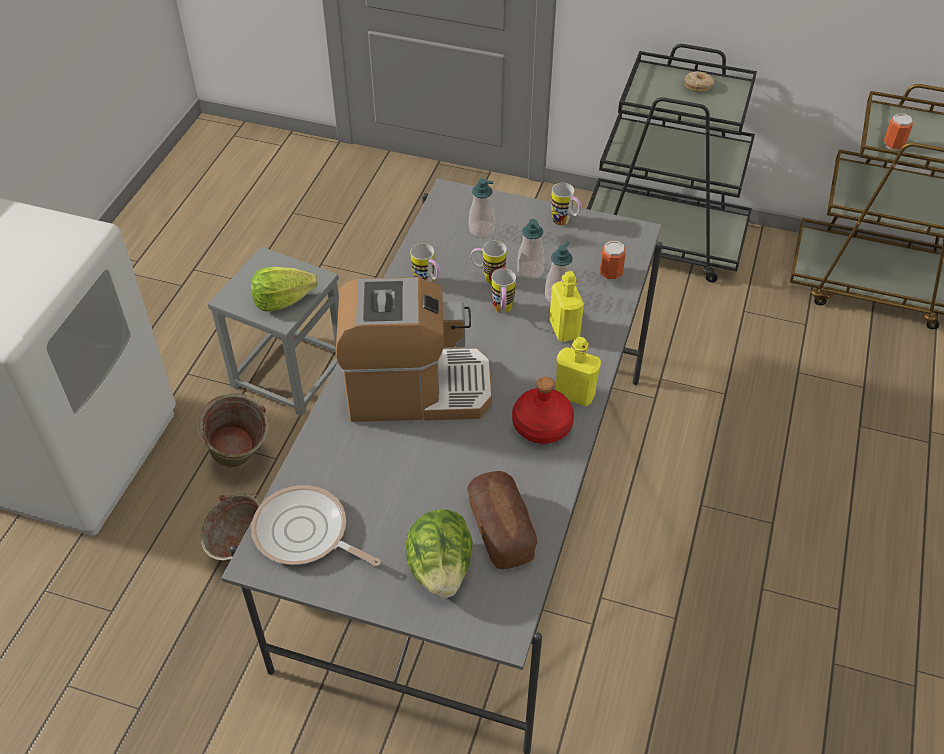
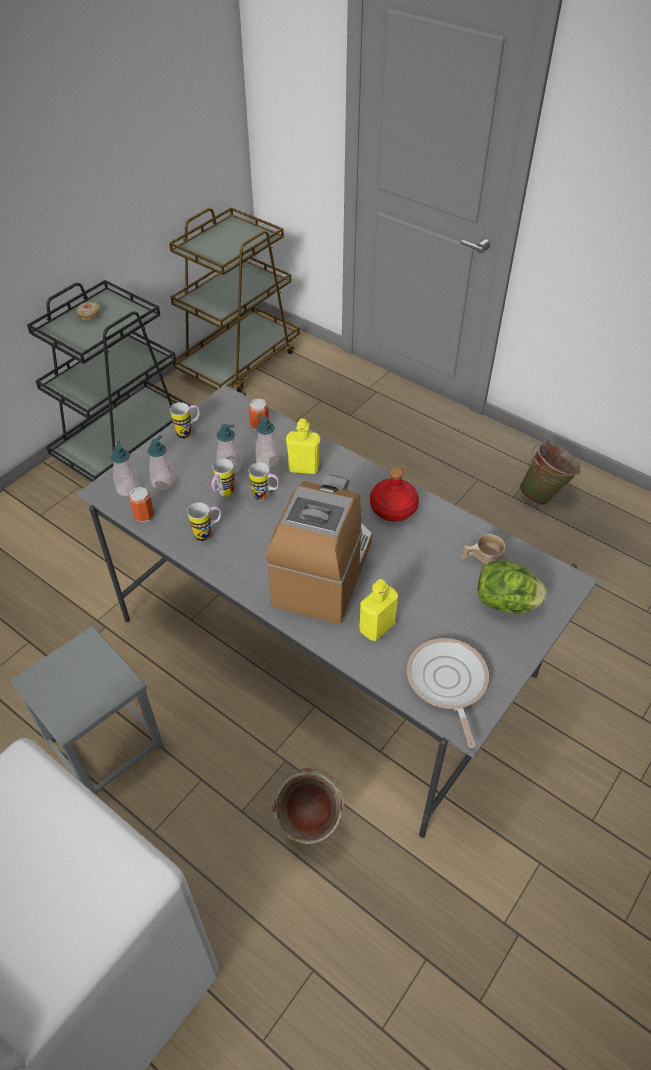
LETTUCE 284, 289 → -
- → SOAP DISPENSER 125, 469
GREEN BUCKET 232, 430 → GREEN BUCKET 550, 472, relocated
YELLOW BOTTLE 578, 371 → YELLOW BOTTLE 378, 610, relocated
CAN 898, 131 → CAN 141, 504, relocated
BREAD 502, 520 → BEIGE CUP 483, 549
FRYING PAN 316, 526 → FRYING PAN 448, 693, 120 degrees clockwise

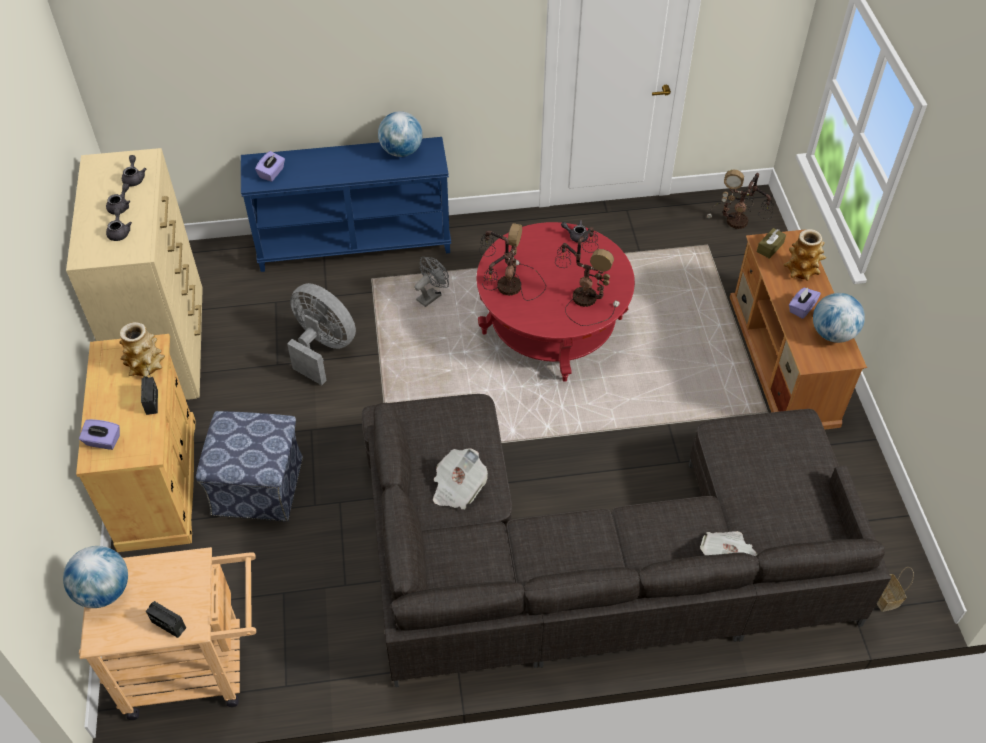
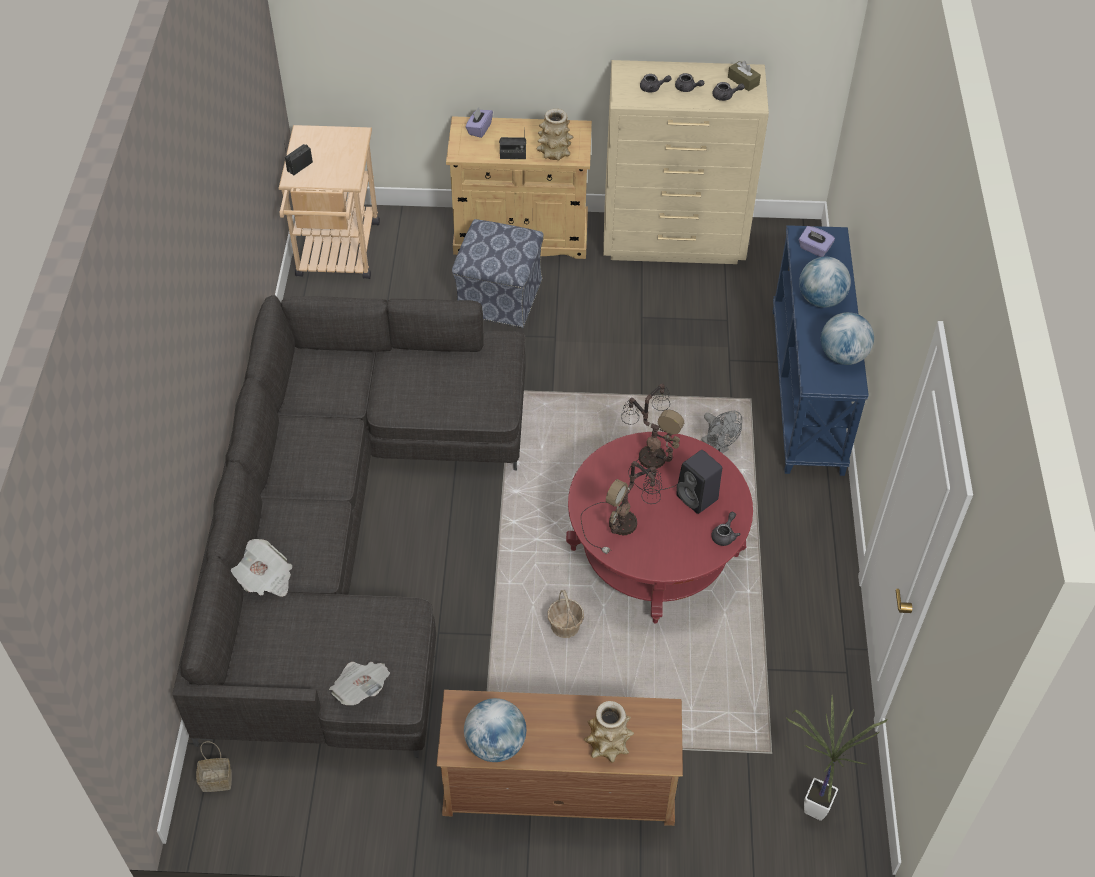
GREY FAN 321, 334 → -
PURPLE TISSUE BOX 805, 303 → -
- → BASKET 566, 614
- → BLACK SPEAKER 699, 482
GLOBE 95, 577 → GLOBE 825, 282, relocated
NEWSPAPER 460, 478 → NEWSPAPER 359, 683, relocated
BROWN TISSUE BOX 771, 243 → BROWN TISSUE BOX 744, 76, relocated
TABLE LAMP 740, 199 → POTTED PLANT 837, 758

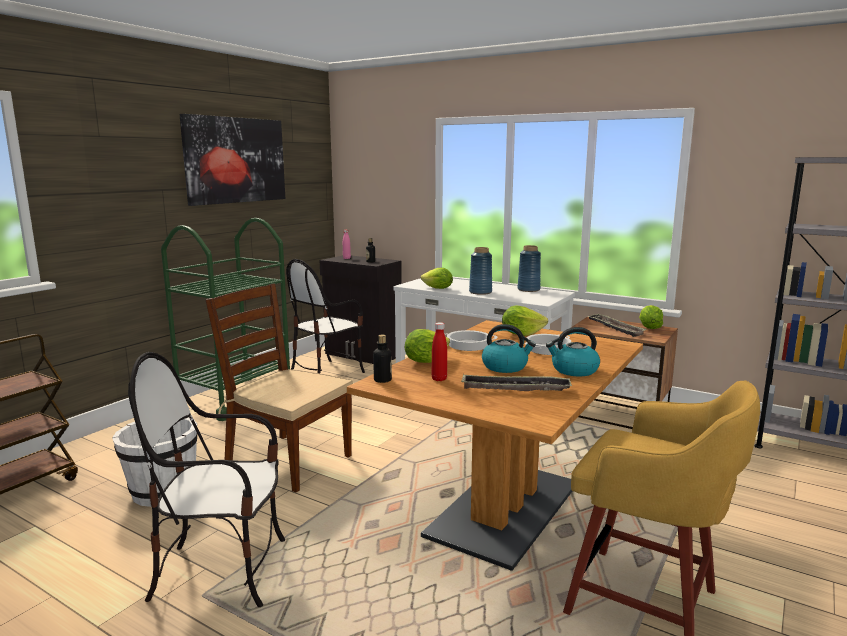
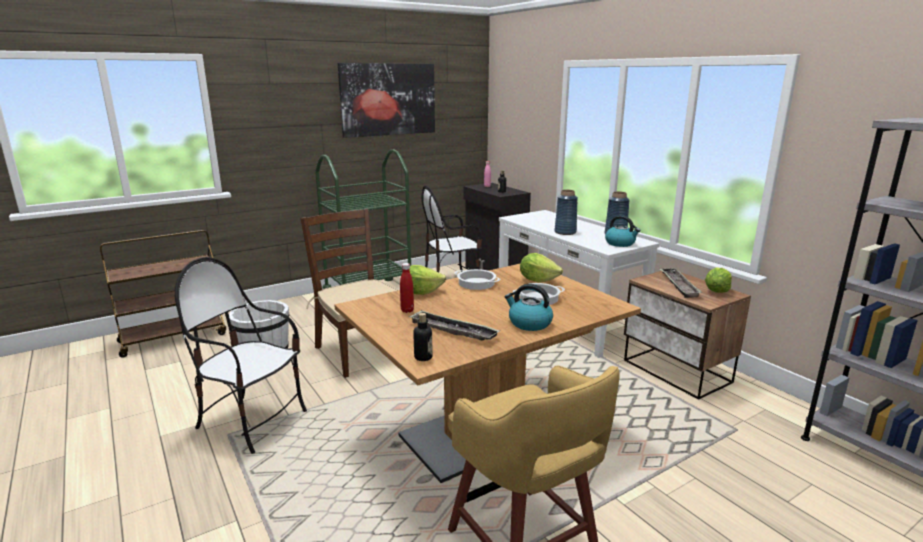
LETTUCE 437, 278 → -
BOTTLE 382, 358 → BOTTLE 423, 337, relocated
KETTLE 509, 348 → KETTLE 622, 231, relocated

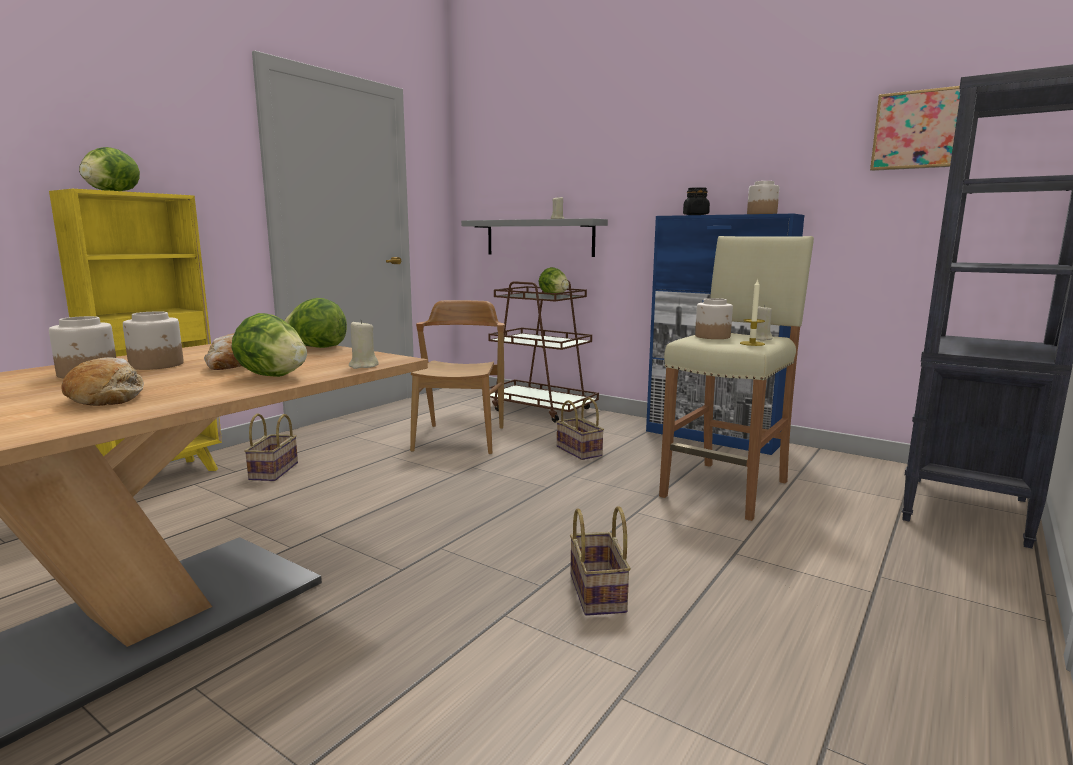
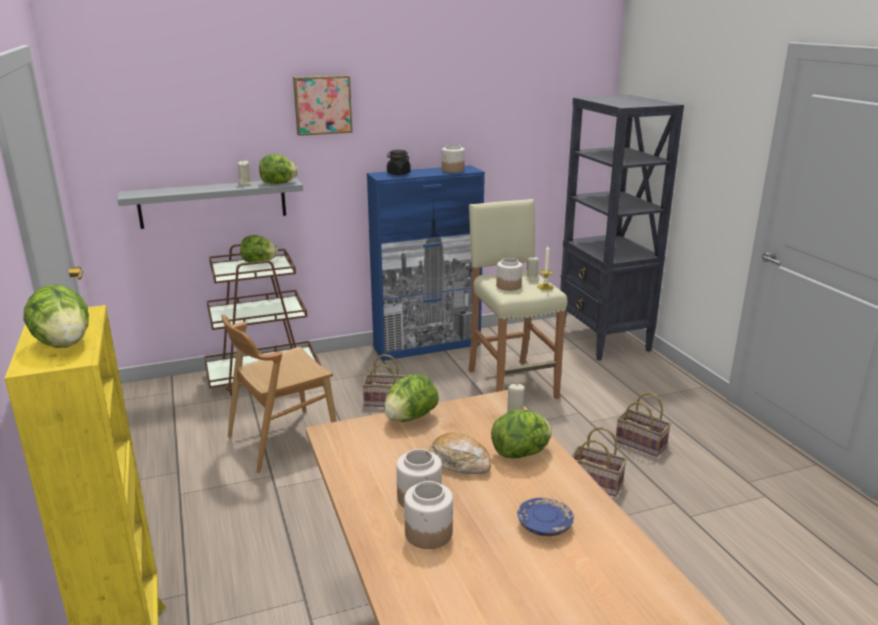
- → LETTUCE 278, 169
BASKET 271, 447 → BASKET 643, 425, relocated
PICTURE 915, 128 → PICTURE 323, 105, relocated
BREAD 102, 381 → BLUE PLATE 545, 517
BROWN CHAIR 457, 377 → BROWN CHAIR 279, 394, 75 degrees counterclockwise

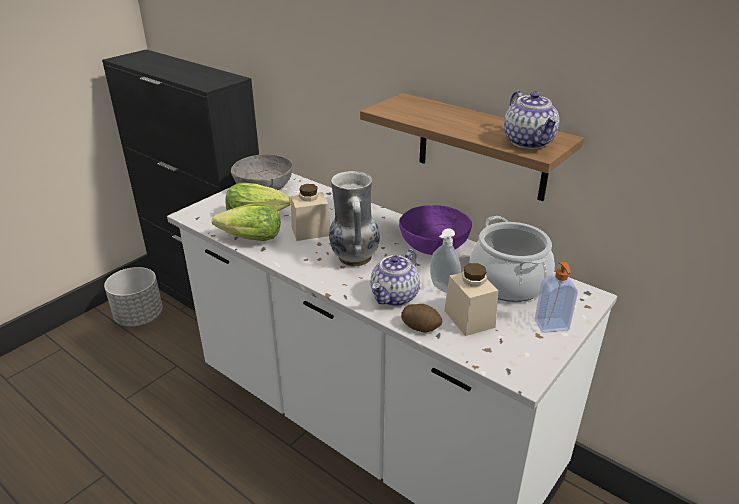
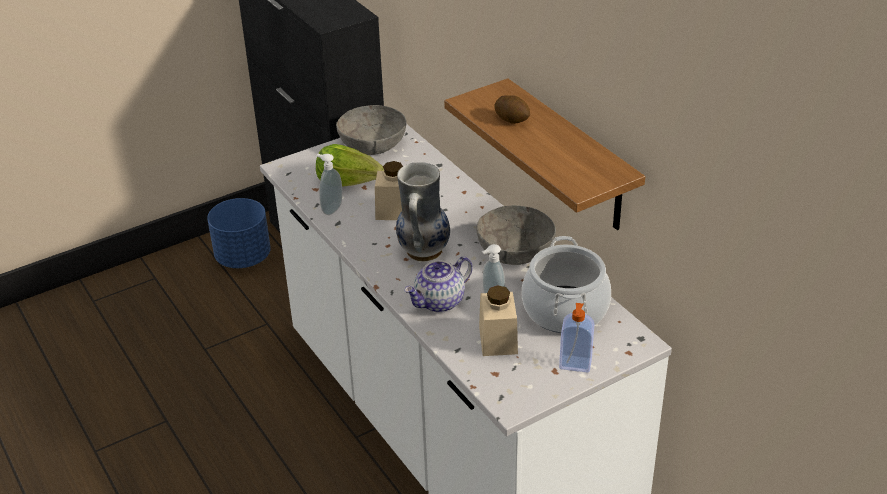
TEAPOT 531, 120 → -
POTATO 421, 318 → POTATO 512, 109, relocated
LETTUCE 246, 222 → SOAP DISPENSER 329, 184
GREY PLANTER 133, 297 → BLUE PLANTER 239, 233
PURPLE BOWL 435, 230 → GREY BOWL 516, 235

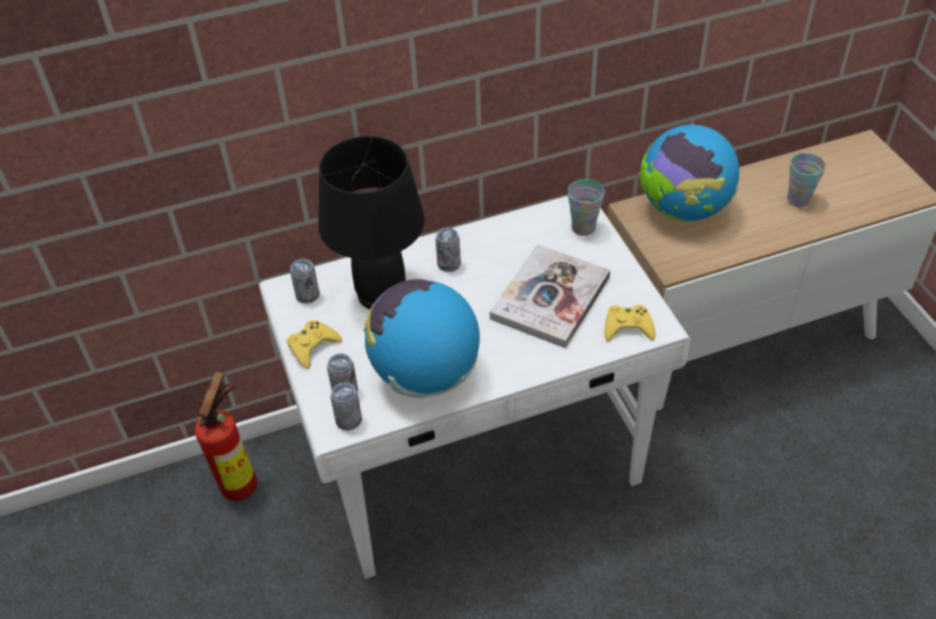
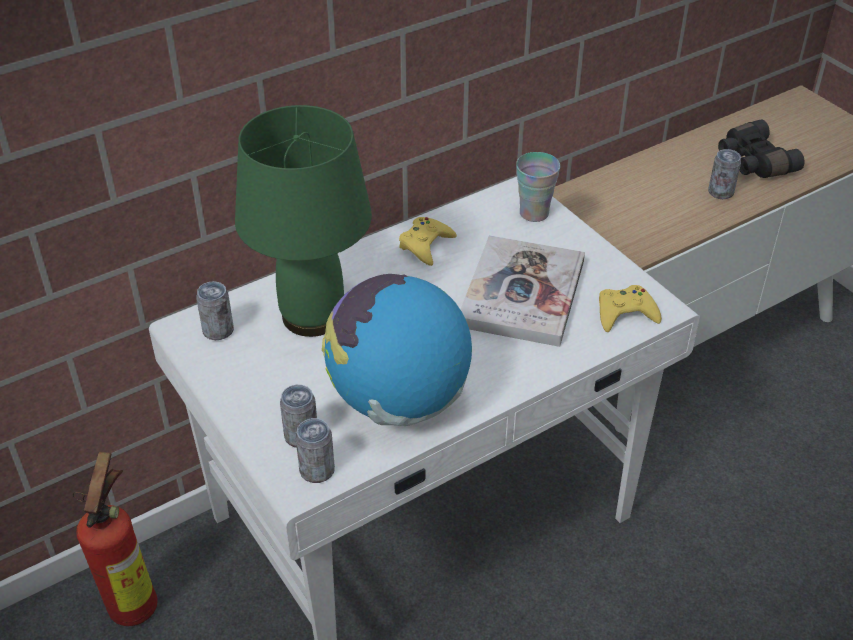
GLOBE 689, 173 → -
YELLOW GAME CONTROLLER 314, 344 → YELLOW GAME CONTROLLER 428, 241, relocated
CAN 448, 250 → CAN 724, 174, relocated
CUP 806, 180 → BLACK BINOCULARS 761, 148
BLACK TABLE LAMP 371, 222 → GREEN TABLE LAMP 303, 221

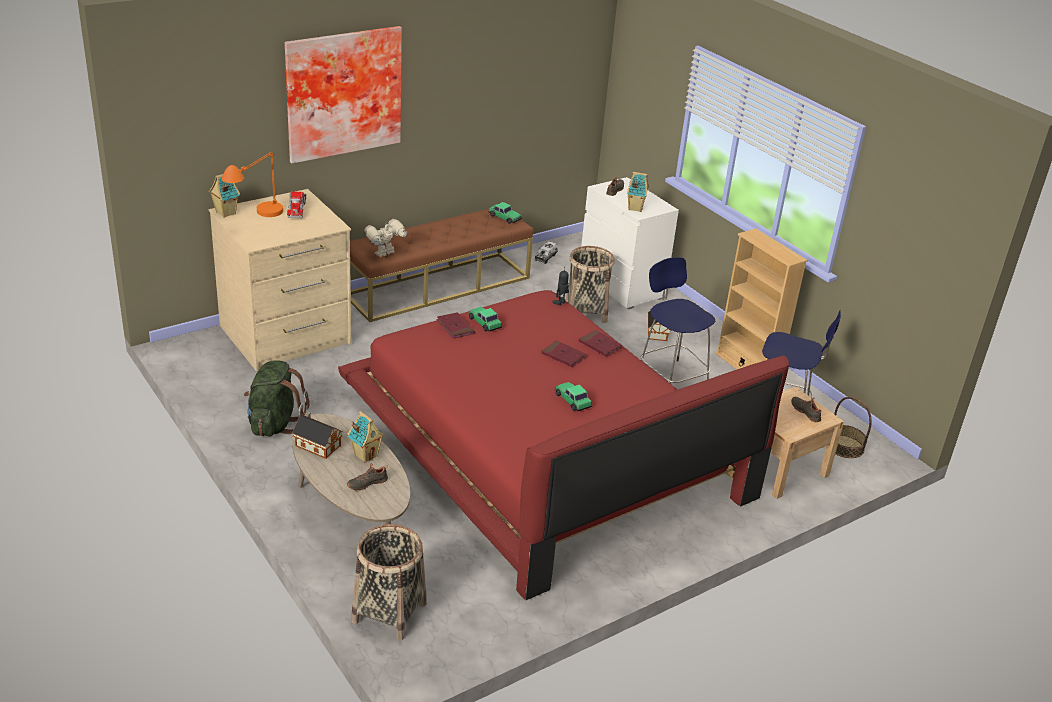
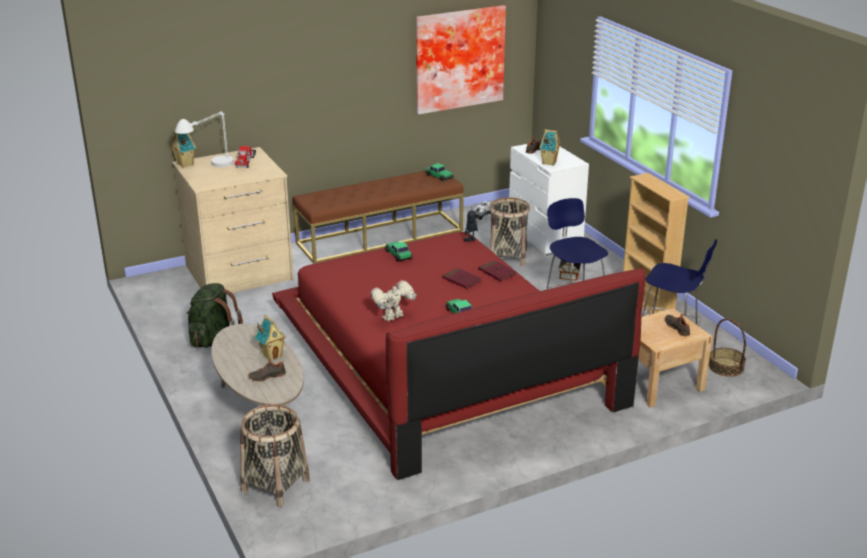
TOY HOUSE 317, 435 → -
RED BOOK 456, 325 → -
PICTURE 343, 95 → PICTURE 461, 60, relocated
TOY ROBOT 386, 238 → TOY ROBOT 393, 300, relocated
ORANGE TABLE LAMP 252, 184 → WHITE TABLE LAMP 204, 139

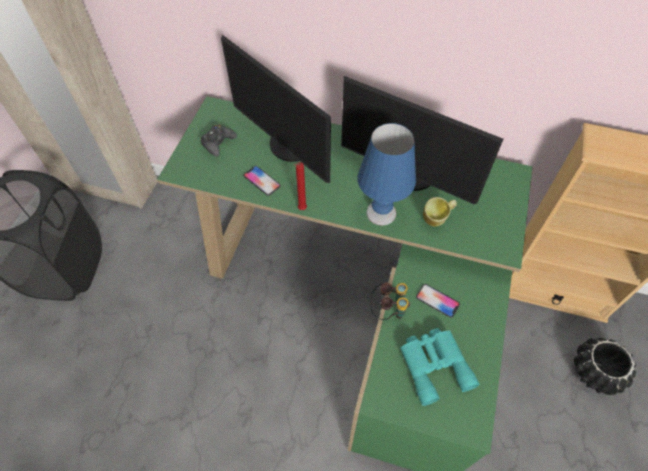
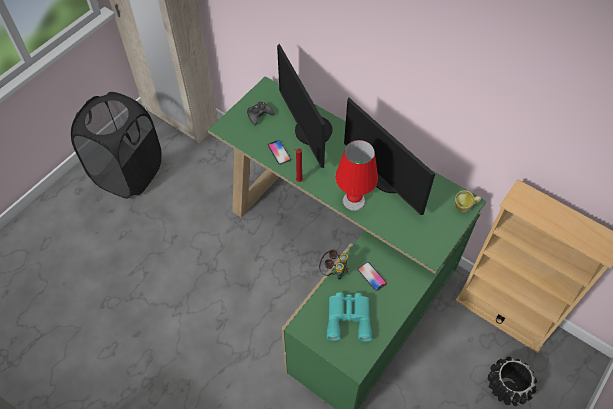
MUG 440, 211 → MUG 468, 201, relocated
BLUE TABLE LAMP 387, 174 → RED TABLE LAMP 356, 175

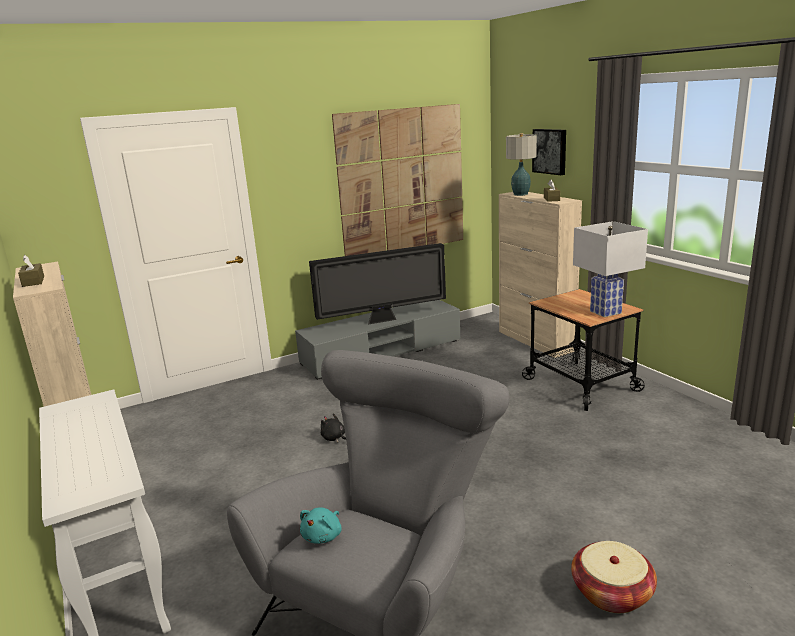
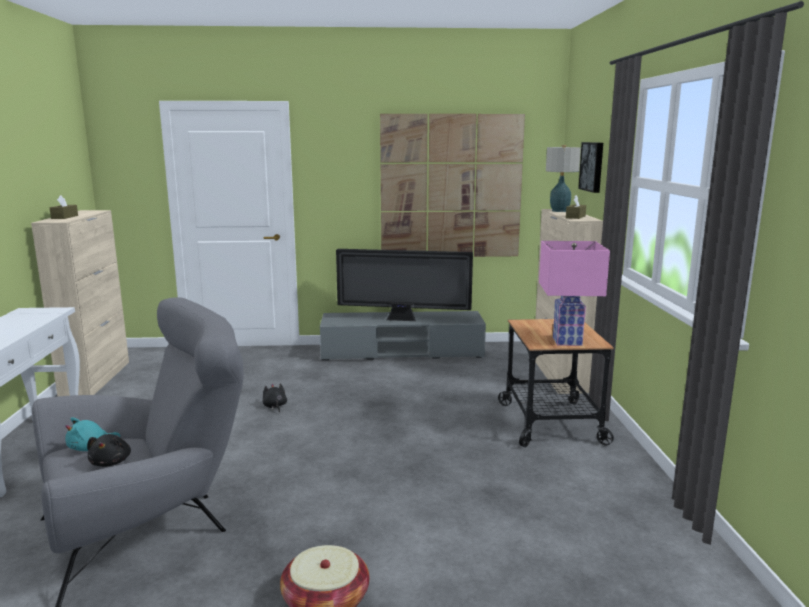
- → BLACK PLUSH TOY 109, 450
WHITE TABLE LAMP 610, 269 → PINK TABLE LAMP 574, 293

